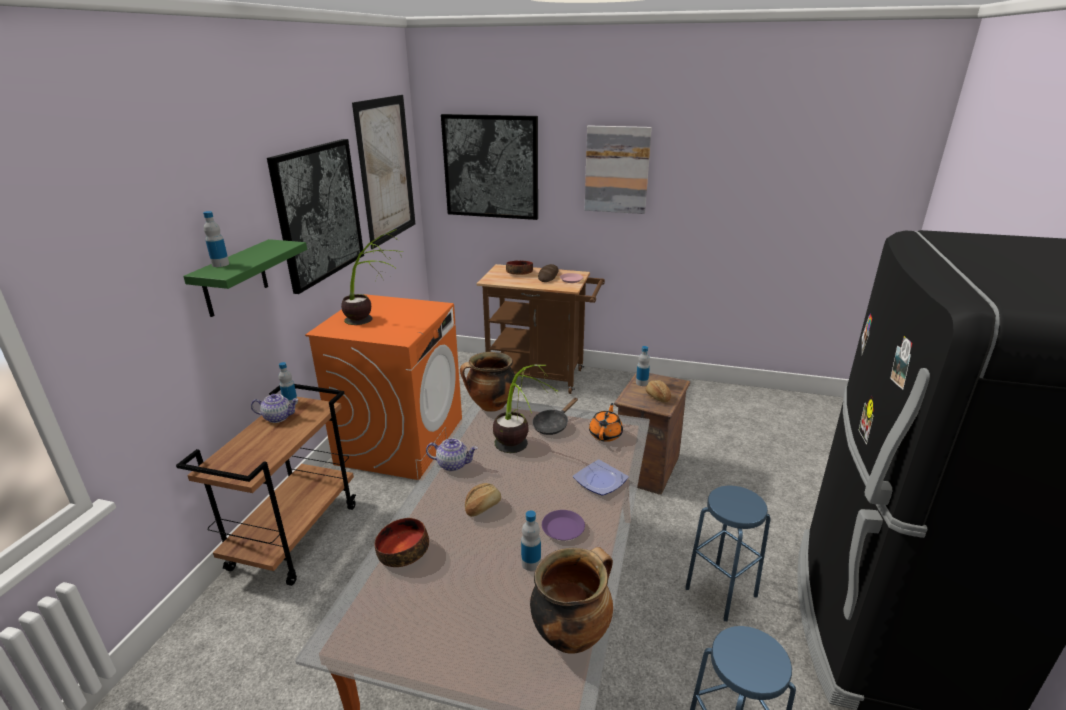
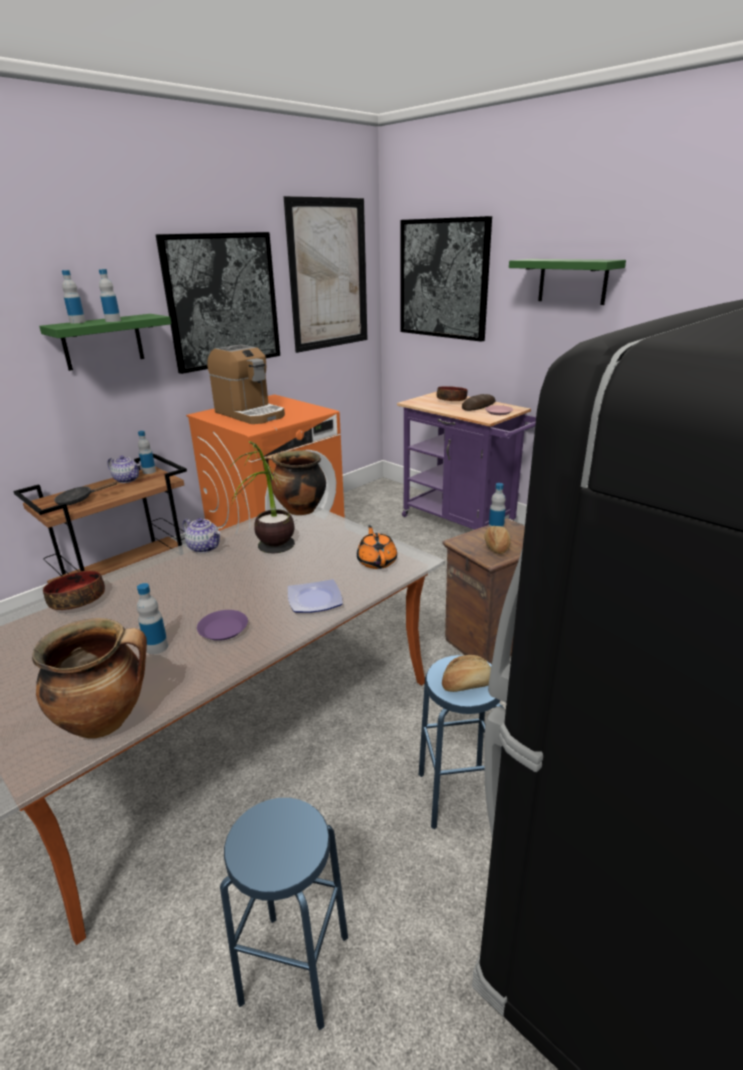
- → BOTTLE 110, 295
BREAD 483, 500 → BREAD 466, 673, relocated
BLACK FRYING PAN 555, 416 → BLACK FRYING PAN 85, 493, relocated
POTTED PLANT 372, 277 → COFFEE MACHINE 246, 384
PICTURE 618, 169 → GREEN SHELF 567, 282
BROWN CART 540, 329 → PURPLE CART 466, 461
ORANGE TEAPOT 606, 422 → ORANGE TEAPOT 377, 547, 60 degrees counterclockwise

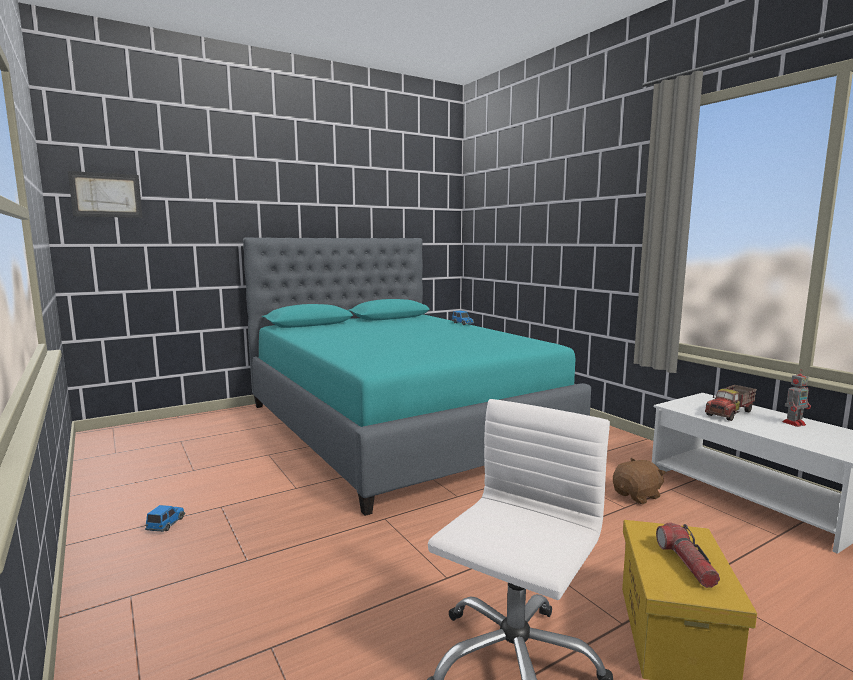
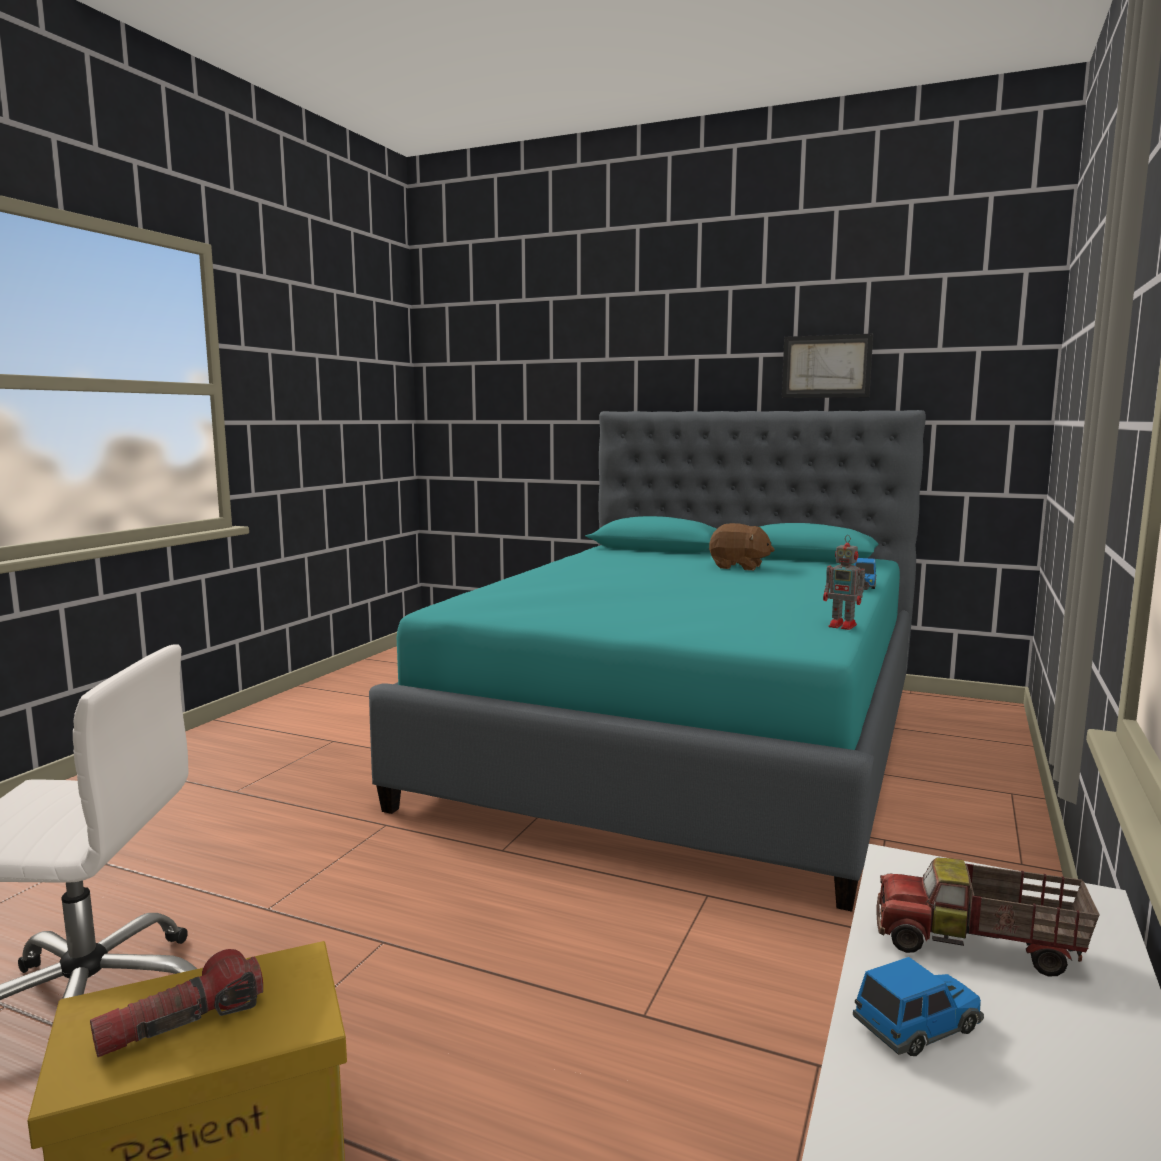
PICTURE 105, 194 → PICTURE 827, 366, relocated
TOY CAR 165, 518 → TOY CAR 918, 1006, relocated
BROWN PLUSH TOY 639, 481 → BROWN PLUSH TOY 742, 547, relocated
TOY ROBOT 796, 398 → TOY ROBOT 846, 582, relocated

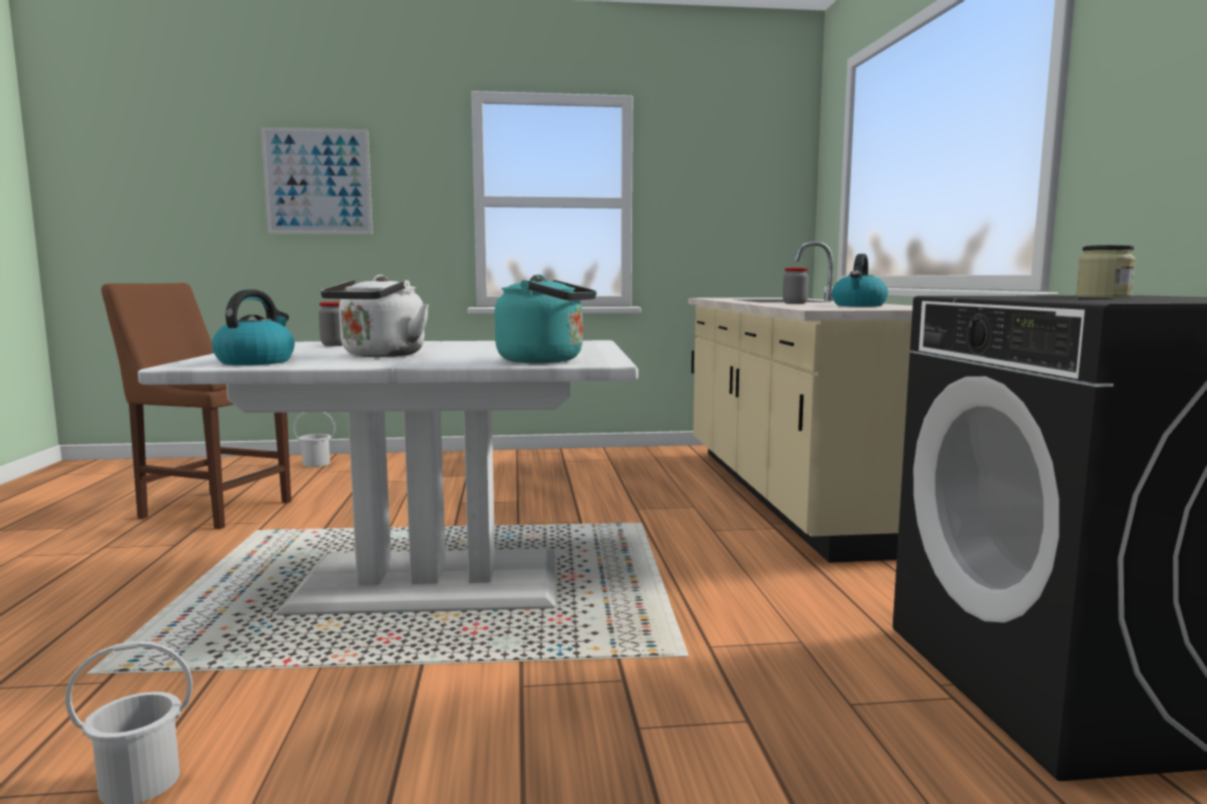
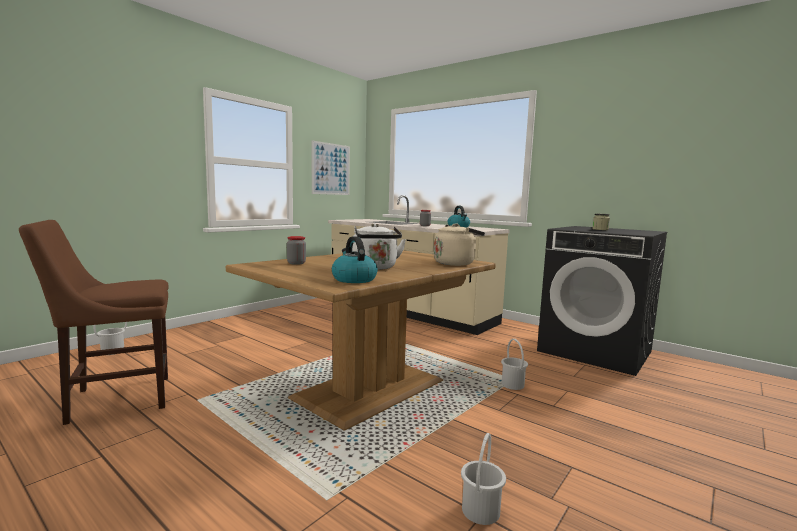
- → WHITE BUCKET 514, 364
PICTURE 317, 180 → PICTURE 331, 167, relocated
WHITE DINING TABLE 388, 477 → BROWN DINING TABLE 361, 340
TURQUOISE KETTLE 546, 319 → BEIGE KETTLE 459, 244

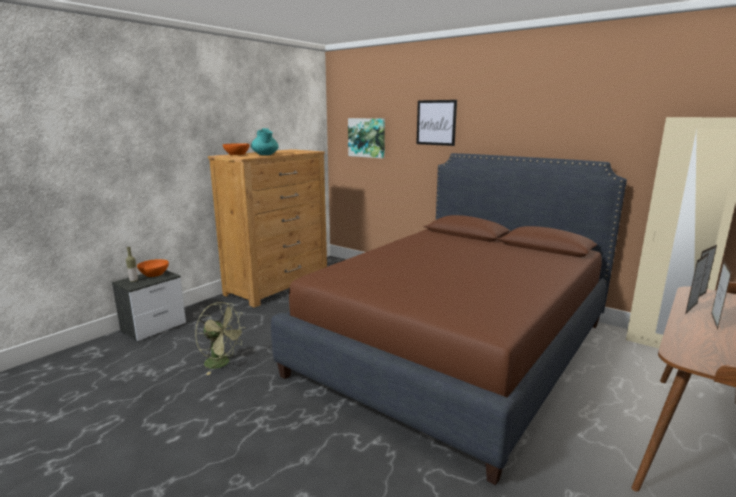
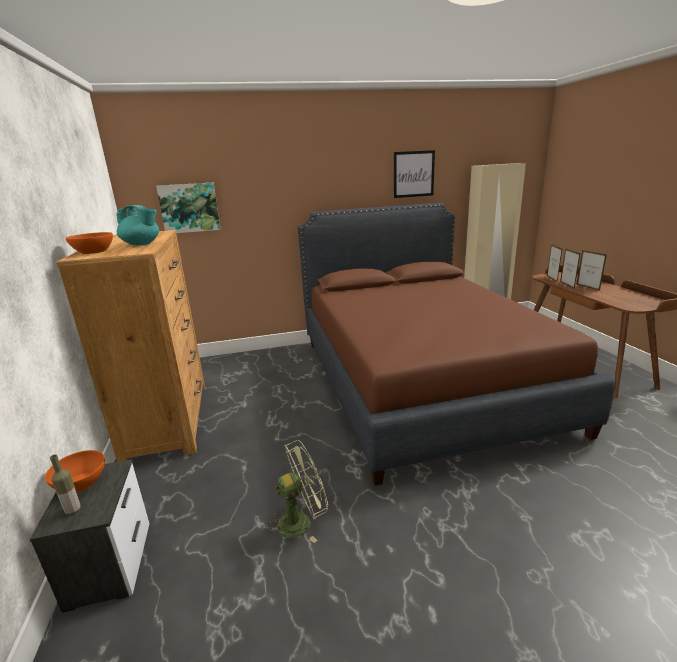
PICTURE 436, 123 → PICTURE 414, 174, relocated

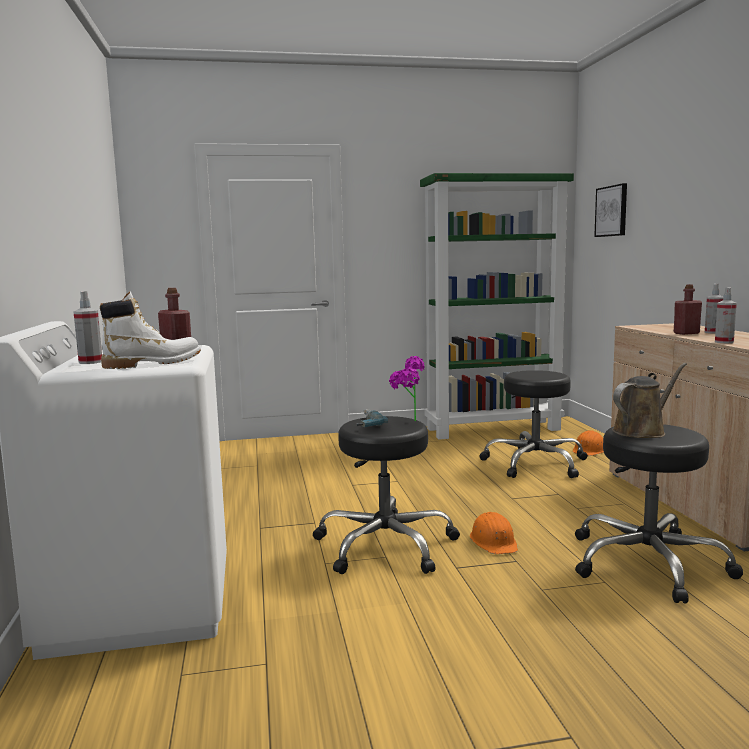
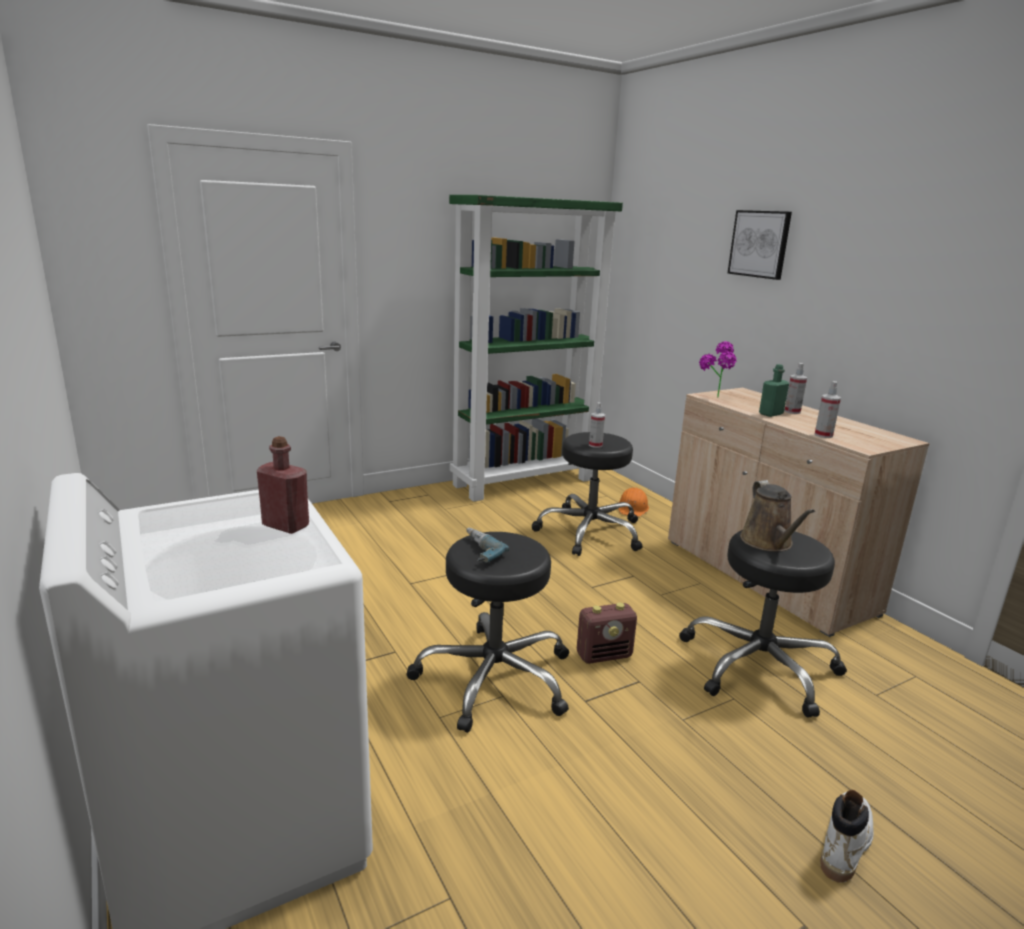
SPRAY BOTTLE 87, 327 → SPRAY BOTTLE 597, 425, relocated
WHITE BOOT 150, 330 → WHITE BOOT 847, 836, relocated
POTTED PLANT 407, 388 → POTTED PLANT 718, 369, relocated
PICTURE 610, 210 → PICTURE 759, 245, relocated
ORANGE HARD HAT 494, 533 → RADIO 607, 633
RED BOTTLE 688, 309 → GREEN BOTTLE 774, 390
BROWN WATERING CAN 649, 400 → BROWN WATERING CAN 777, 516, 135 degrees clockwise

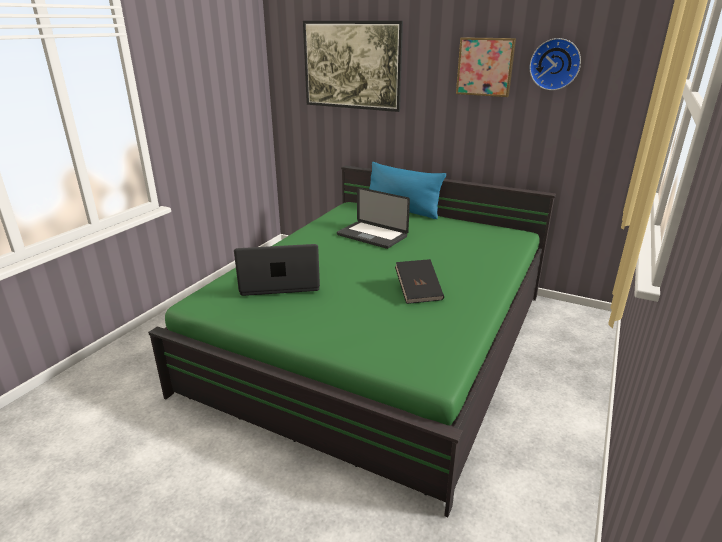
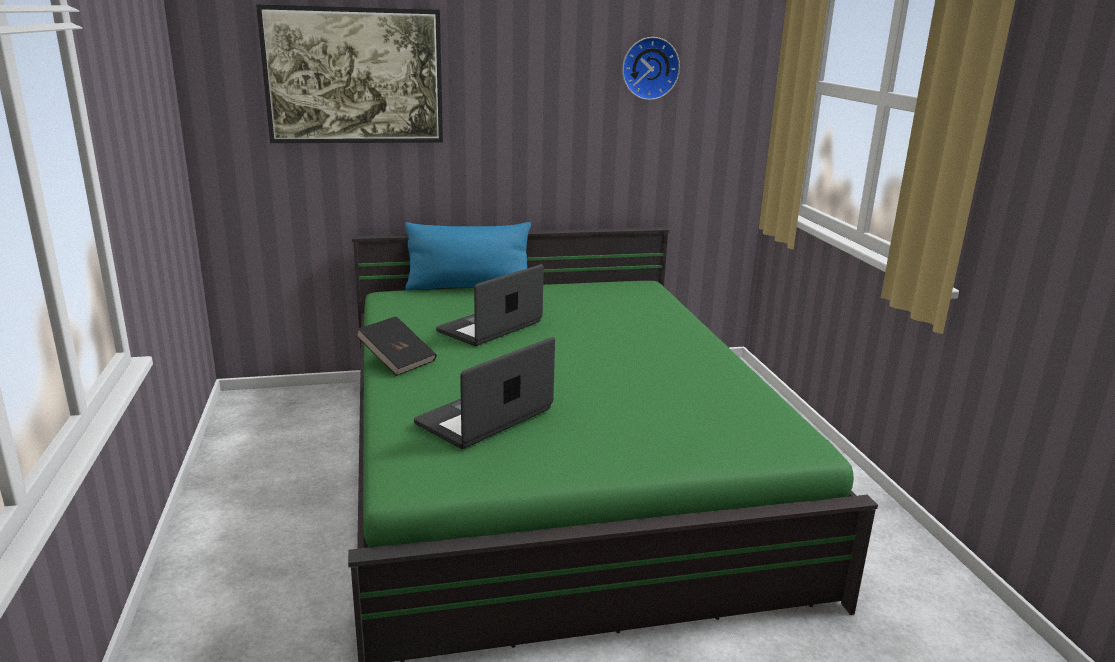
PICTURE 486, 67 → -
BLACK BOOK 419, 281 → BLACK BOOK 396, 346, relocated
LAPTOP 373, 218 → LAPTOP 490, 305, 135 degrees clockwise

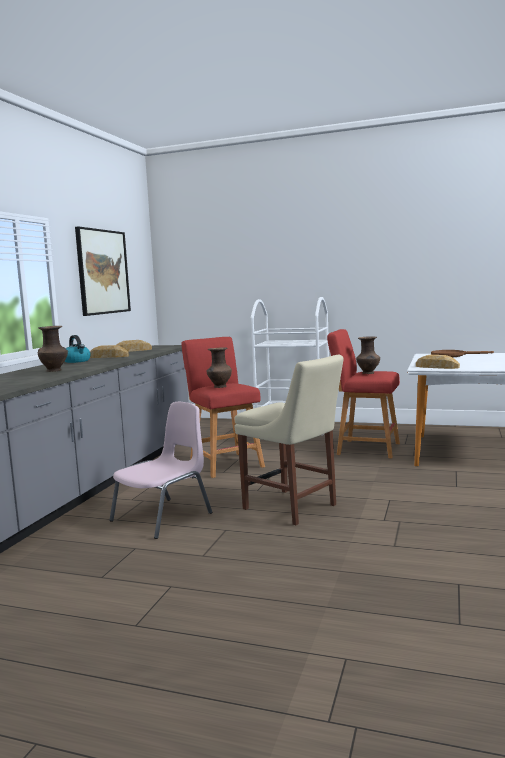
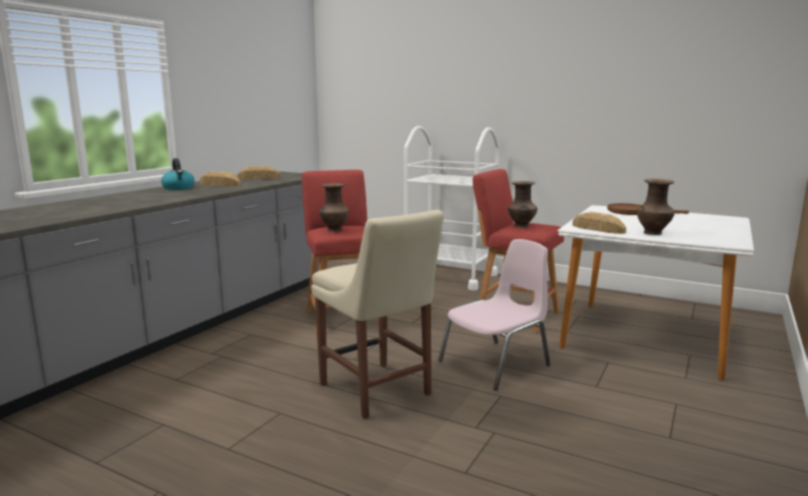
PICTURE 103, 271 → -
BROWN VASE 53, 349 → BROWN VASE 656, 207, relocated
PINK CHAIR 160, 470 → PINK CHAIR 494, 314, relocated

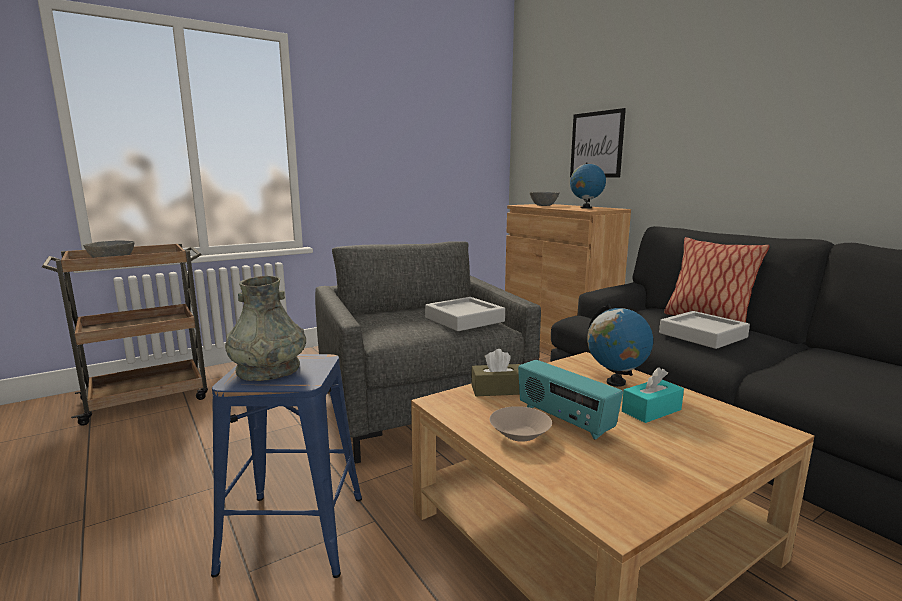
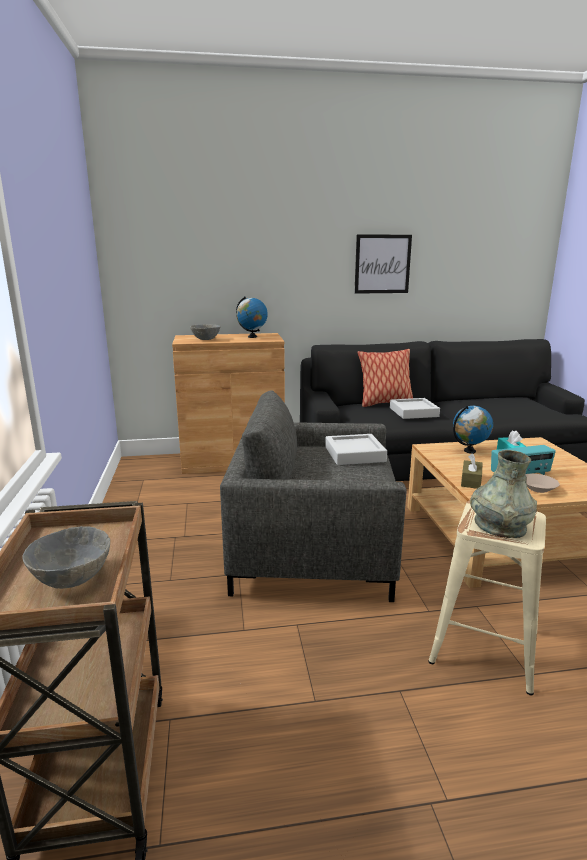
PICTURE 598, 143 → PICTURE 383, 264, relocated
BLUE STOOL 286, 466 → BEIGE STOOL 487, 598

